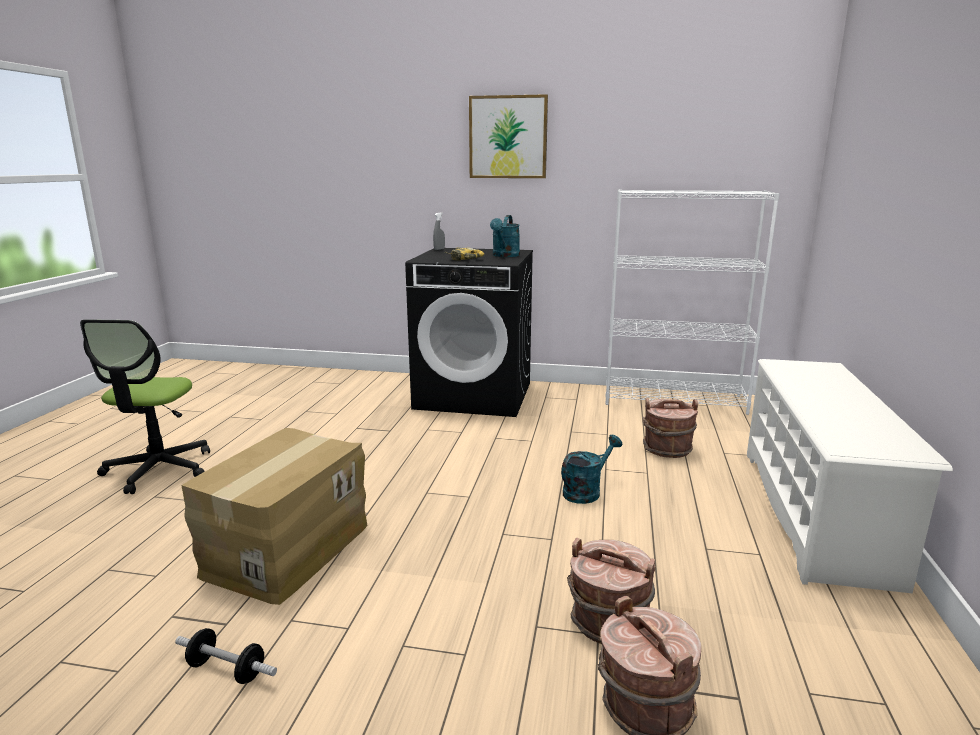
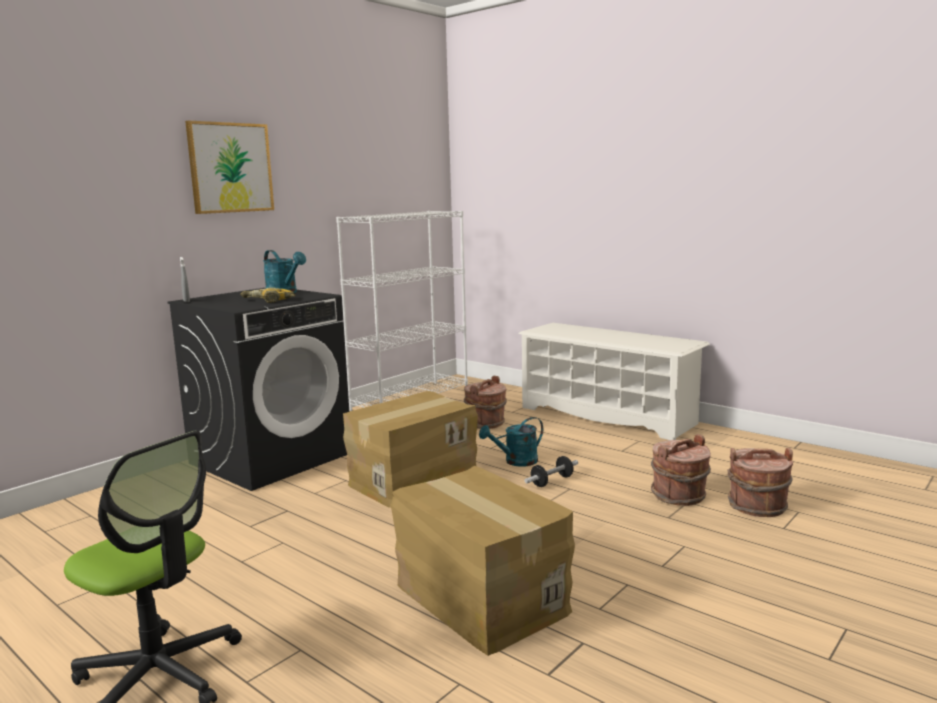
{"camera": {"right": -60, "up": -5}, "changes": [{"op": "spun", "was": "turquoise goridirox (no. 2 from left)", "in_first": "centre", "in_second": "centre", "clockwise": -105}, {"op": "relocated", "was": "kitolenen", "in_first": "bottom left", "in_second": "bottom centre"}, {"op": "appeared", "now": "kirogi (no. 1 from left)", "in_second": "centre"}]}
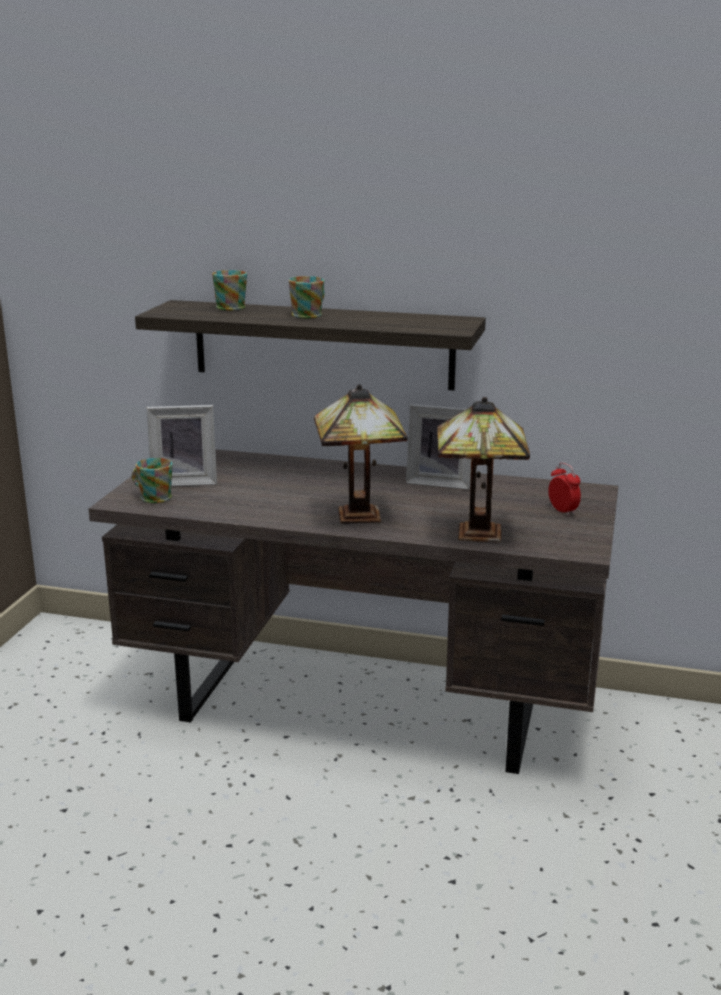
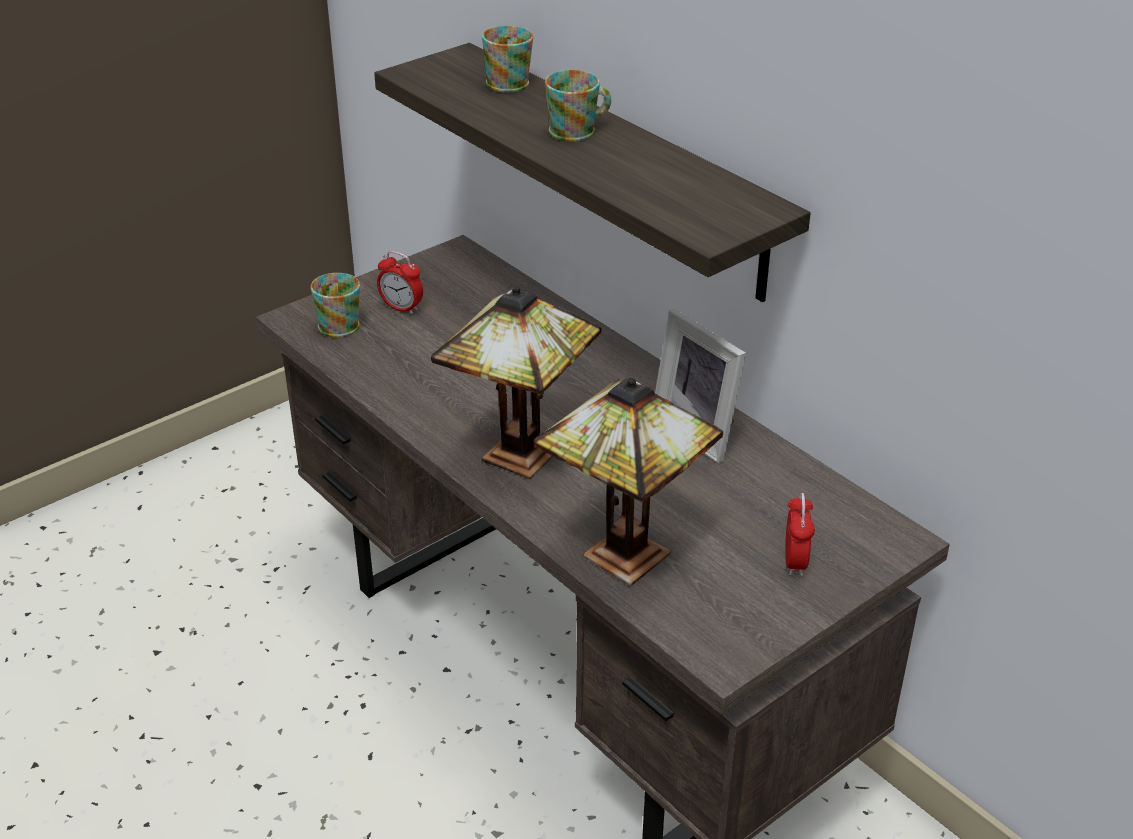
{"camera": {"right": 35, "up": 15}, "changes": [{"op": "exchanged", "was": "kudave (no. 1 from left)", "now": "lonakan (no. 1 from left)", "in_first": "middle left", "in_second": "centre"}]}
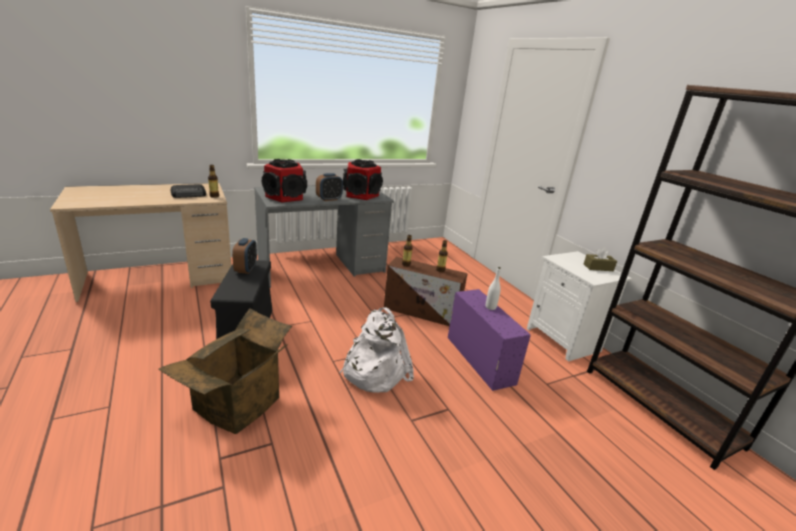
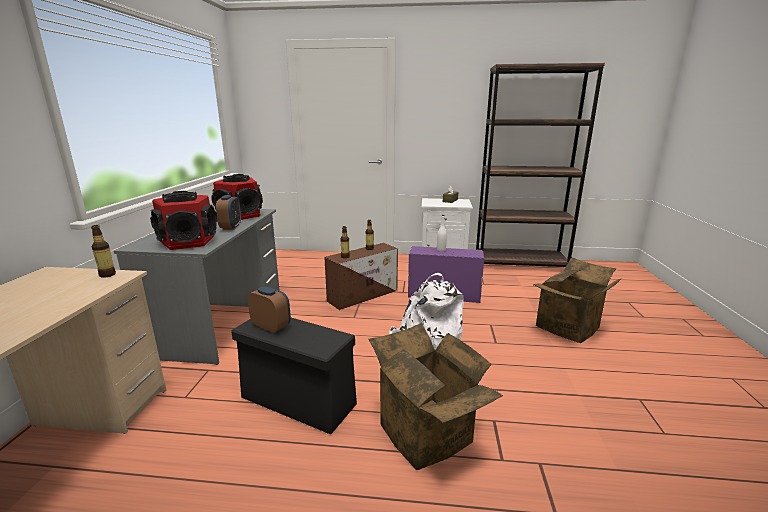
{"camera": {"right": -55, "up": -5}, "changes": [{"op": "missing", "was": "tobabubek", "in_first": "middle left"}, {"op": "appeared", "now": "kirogi (no. 2 from left)", "in_second": "middle right"}]}
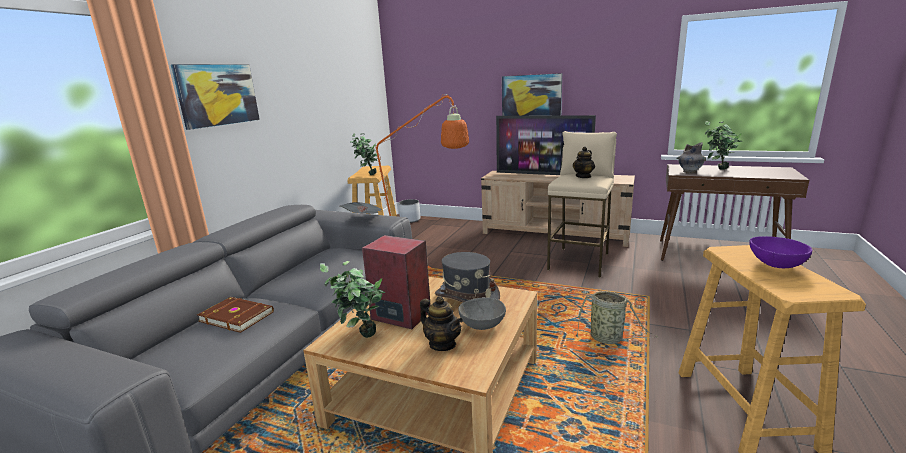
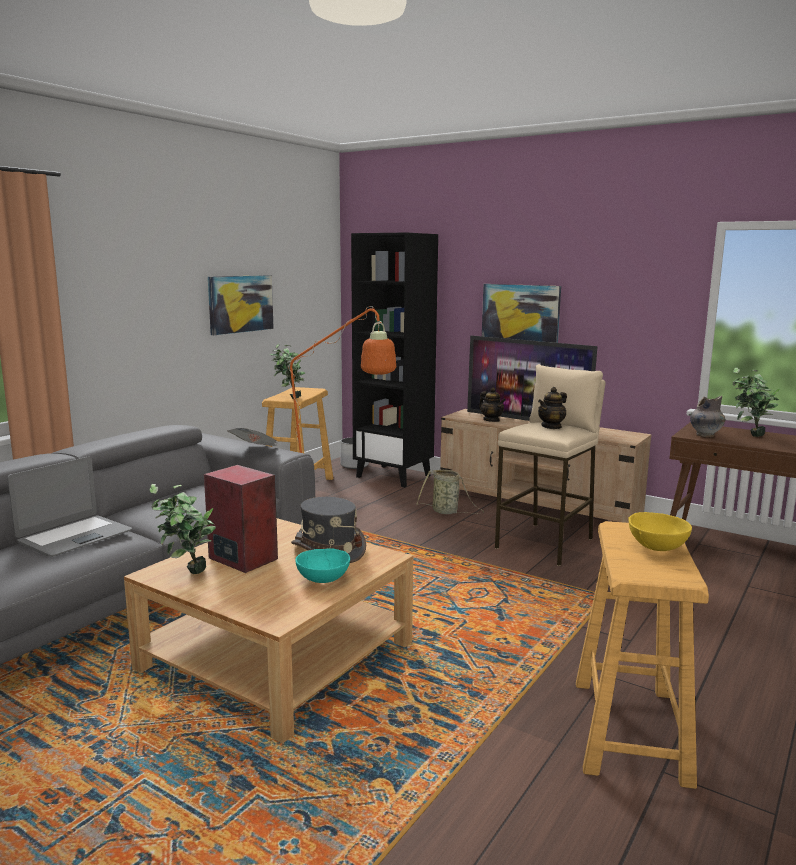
{"camera": {"right": 10, "up": -5}, "changes": [{"op": "relocated", "was": "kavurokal (no. 1 from left)", "in_first": "top left", "in_second": "middle left"}, {"op": "colour", "was": "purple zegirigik", "now": "yellow zegirigik", "in_first": "middle right", "in_second": "middle right"}, {"op": "relocated", "was": "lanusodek", "in_first": "bottom right", "in_second": "centre"}, {"op": "relocated", "was": "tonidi (no. 1 from left)", "in_first": "bottom centre", "in_second": "centre"}, {"op": "exchanged", "was": "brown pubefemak", "now": "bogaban", "in_first": "bottom left", "in_second": "middle left"}, {"op": "colour", "was": "grey zegirigik", "now": "turquoise zegirigik", "in_first": "bottom centre", "in_second": "centre"}, {"op": "appeared", "now": "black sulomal", "in_second": "centre"}]}
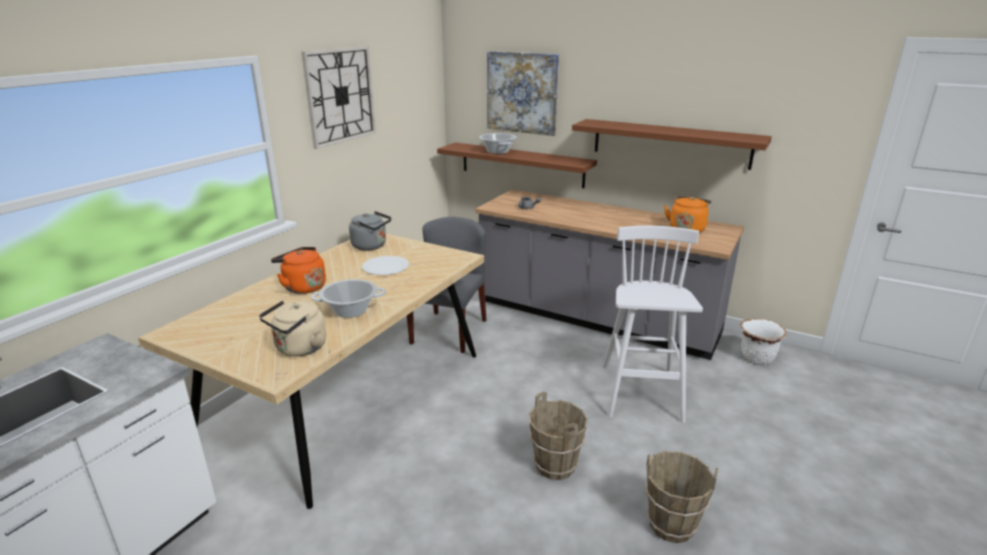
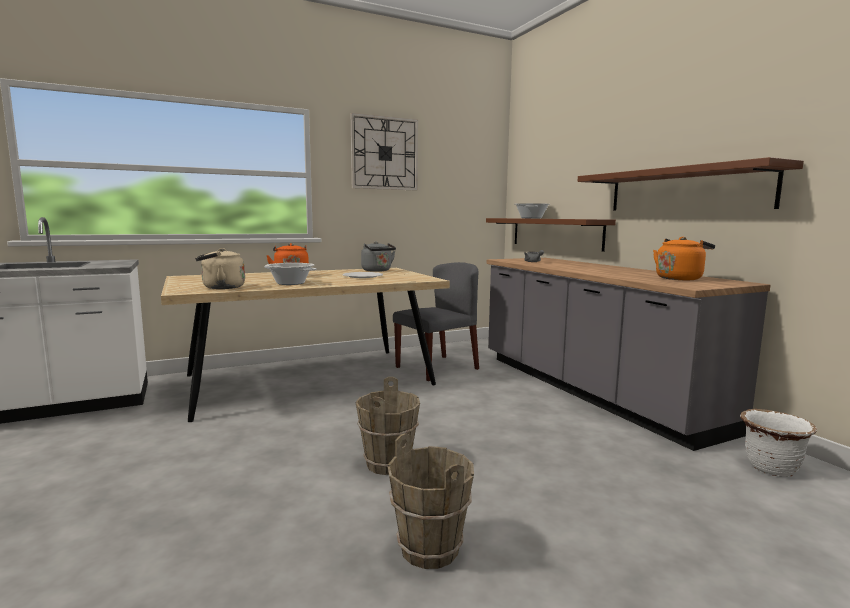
{"camera": {"right": 35, "up": -15}, "changes": [{"op": "missing", "was": "kavurokal", "in_first": "top centre"}, {"op": "missing", "was": "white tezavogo", "in_first": "centre"}]}
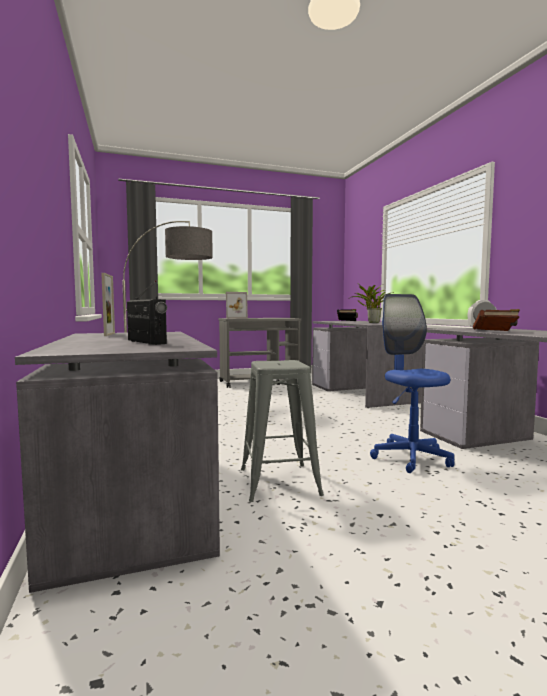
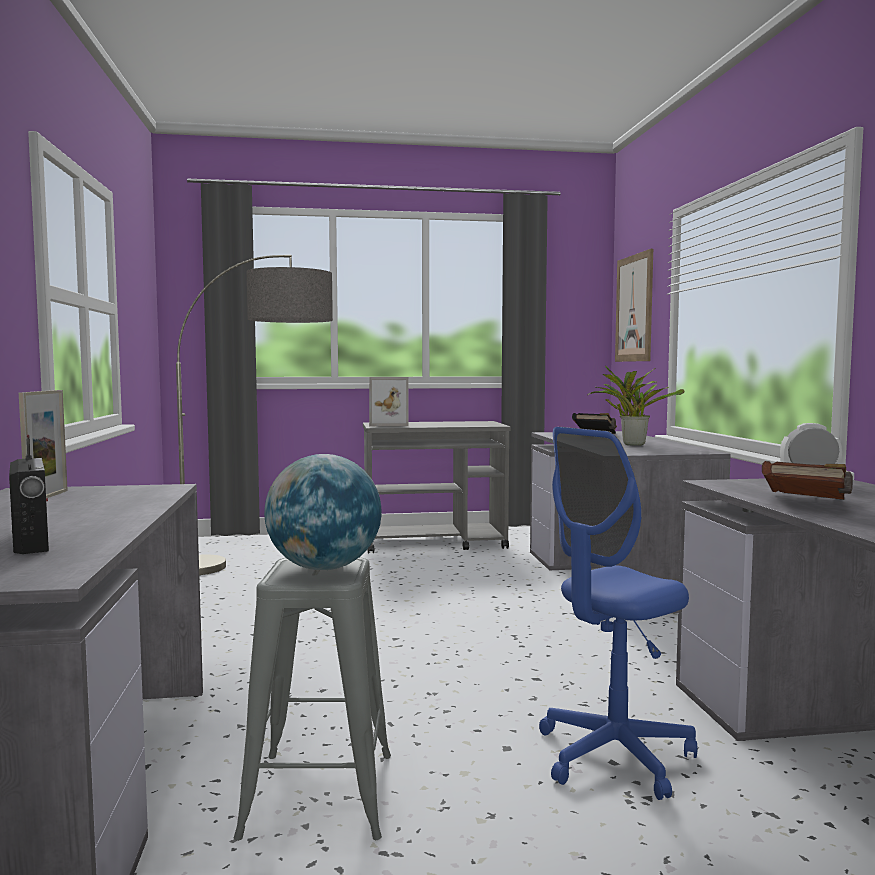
{"camera": {"right": 10, "up": 0}, "changes": [{"op": "spun", "was": "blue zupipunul", "in_first": "middle right", "in_second": "bottom right", "clockwise": -120}, {"op": "appeared", "now": "kavurokal", "in_second": "middle right"}, {"op": "appeared", "now": "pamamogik", "in_second": "centre"}]}
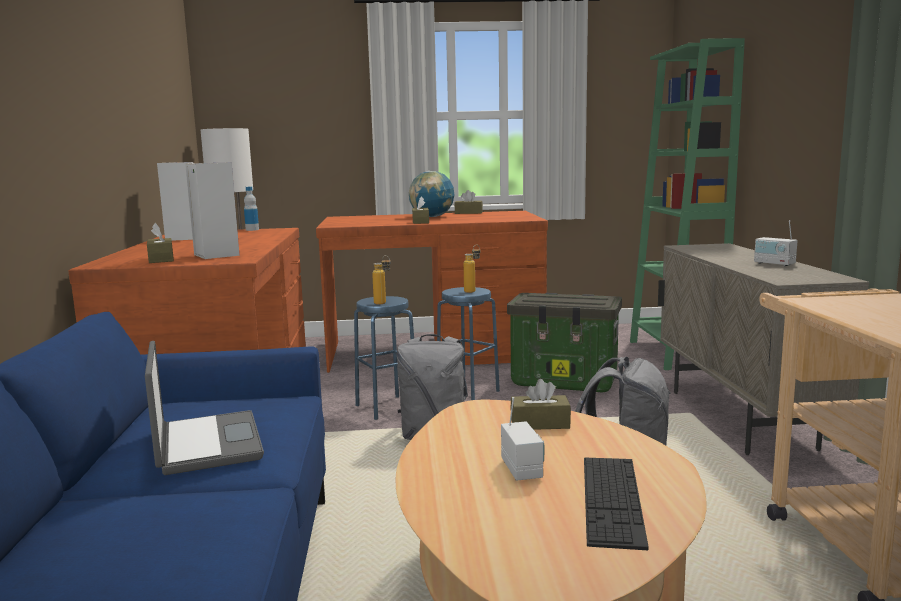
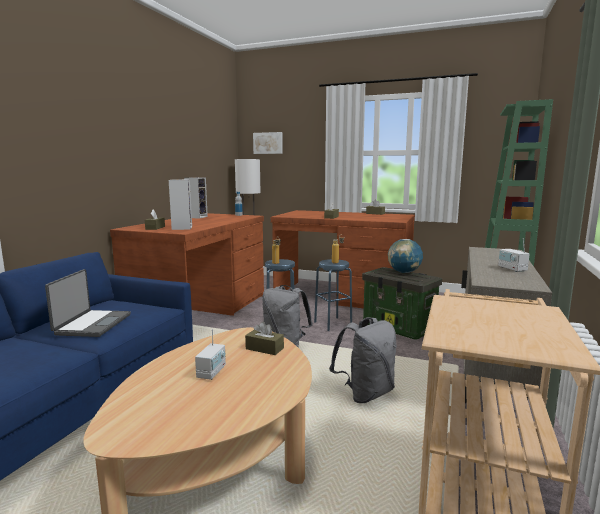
{"camera": {"right": 25, "up": 0}, "changes": [{"op": "relocated", "was": "pamamogik", "in_first": "top centre", "in_second": "middle right"}, {"op": "missing", "was": "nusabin", "in_first": "bottom right"}, {"op": "appeared", "now": "kavurokal", "in_second": "top centre"}]}
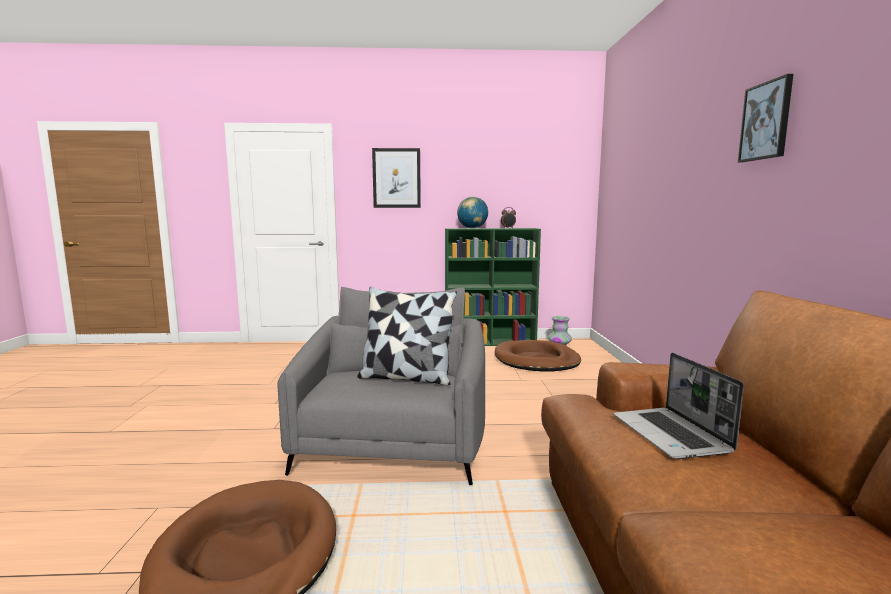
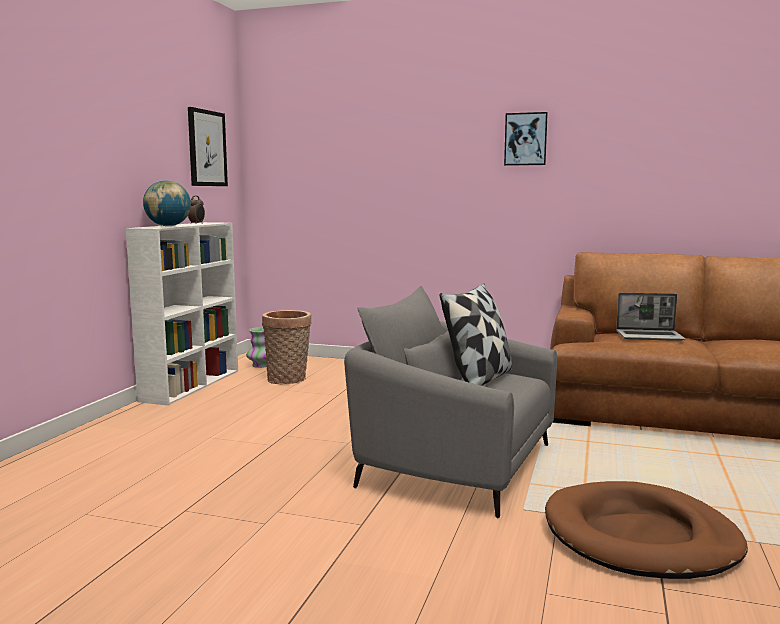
{"camera": {"right": -70, "up": 0}, "changes": [{"op": "relocated", "was": "kavurokal (no. 1 from left)", "in_first": "top centre", "in_second": "top left"}, {"op": "colour", "was": "green sulomal", "now": "white sulomal", "in_first": "centre", "in_second": "middle left"}, {"op": "exchanged", "was": "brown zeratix (no. 2 from left)", "now": "lanusodek", "in_first": "centre", "in_second": "centre"}]}
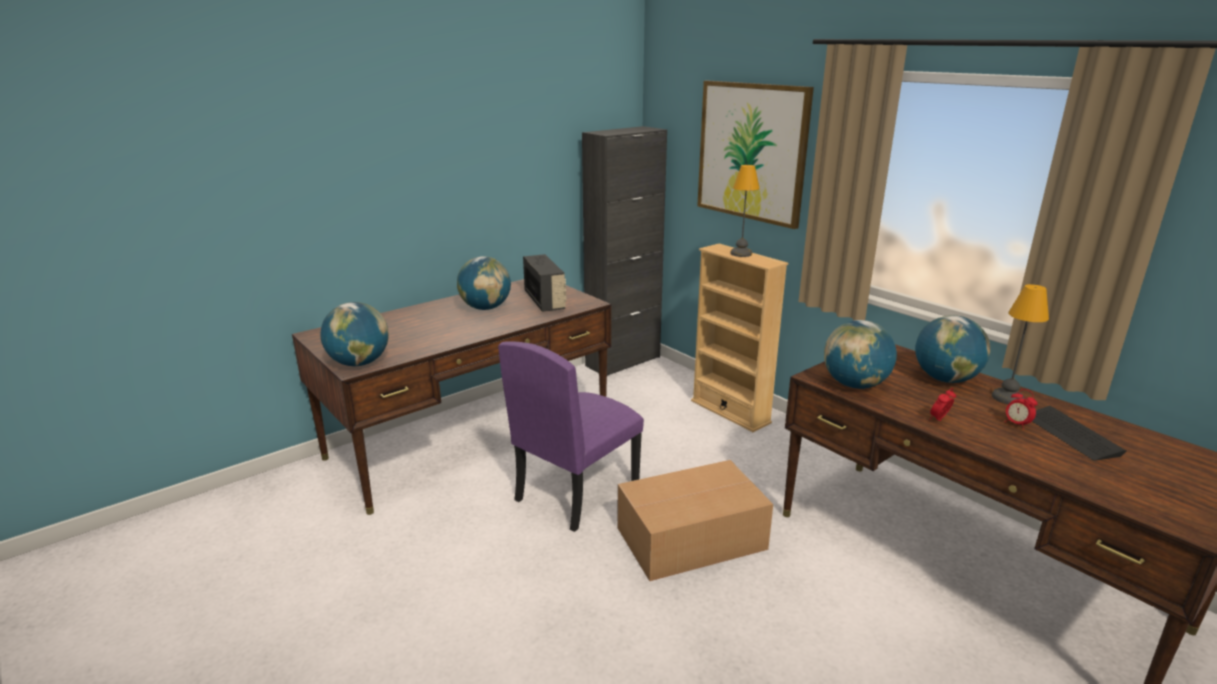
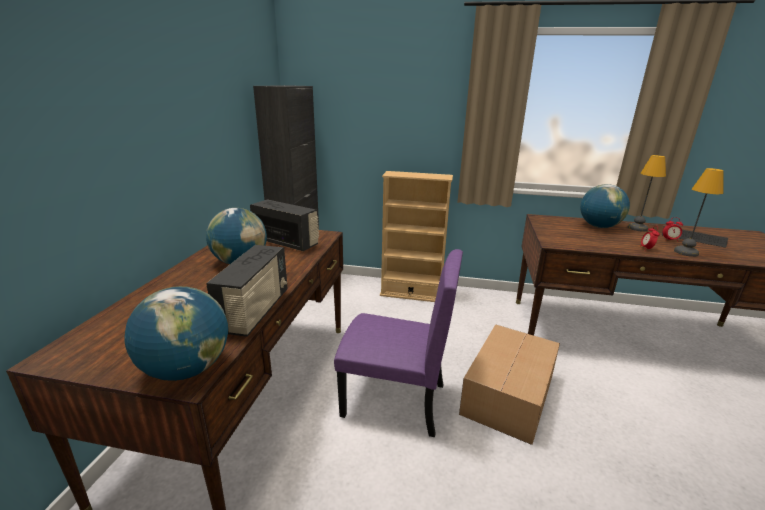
{"camera": {"right": -40, "up": 0}, "changes": [{"op": "missing", "was": "kavurokal", "in_first": "top centre"}, {"op": "relocated", "was": "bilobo (no. 1 from left in the first image)", "now": "bilobo (no. 2 from left)", "in_first": "top centre", "in_second": "middle right"}, {"op": "missing", "was": "pamamogik (no. 3 from left)", "in_first": "middle right"}, {"op": "spun", "was": "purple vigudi", "in_first": "centre", "in_second": "bottom centre", "clockwise": -75}, {"op": "appeared", "now": "tobabubek (no. 1 from left)", "in_second": "middle left"}]}
